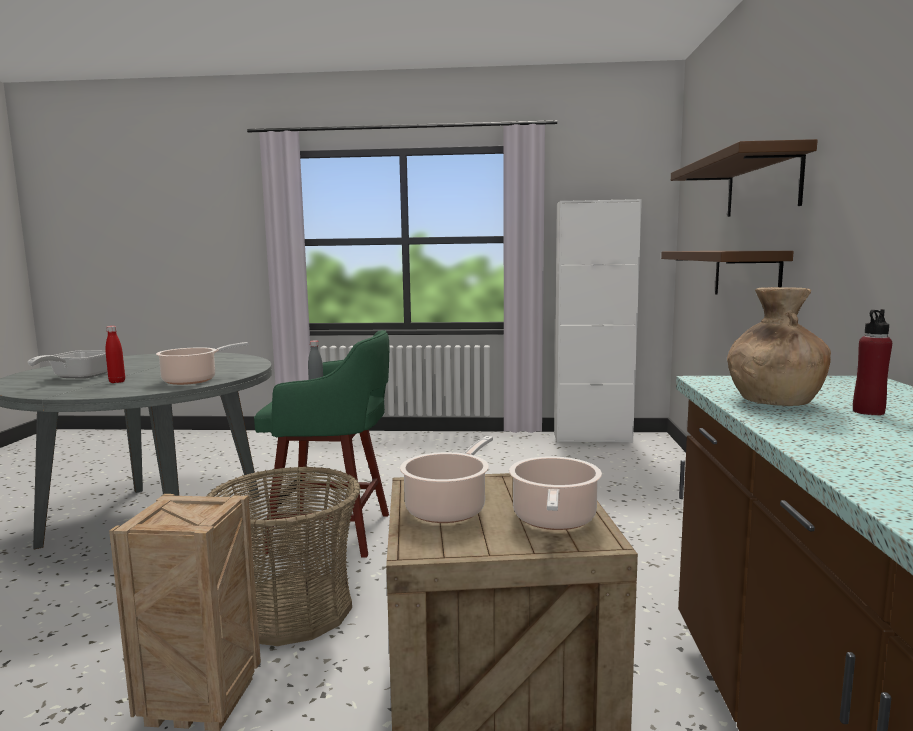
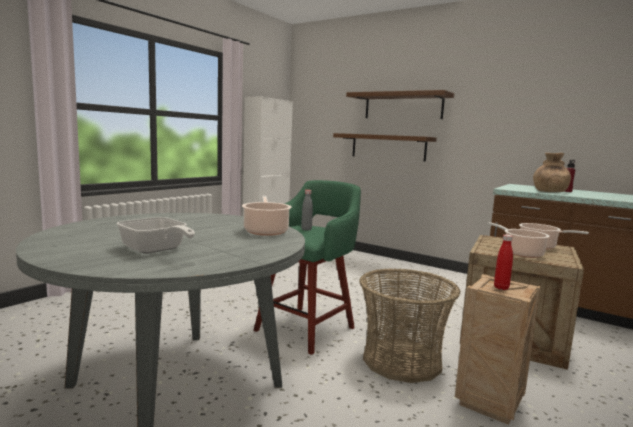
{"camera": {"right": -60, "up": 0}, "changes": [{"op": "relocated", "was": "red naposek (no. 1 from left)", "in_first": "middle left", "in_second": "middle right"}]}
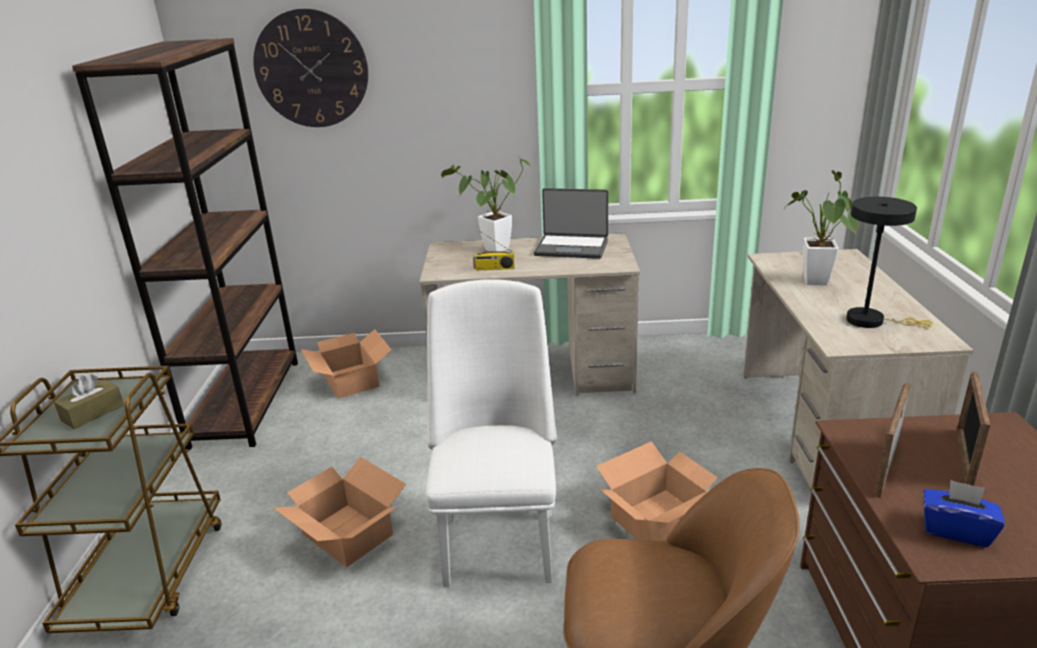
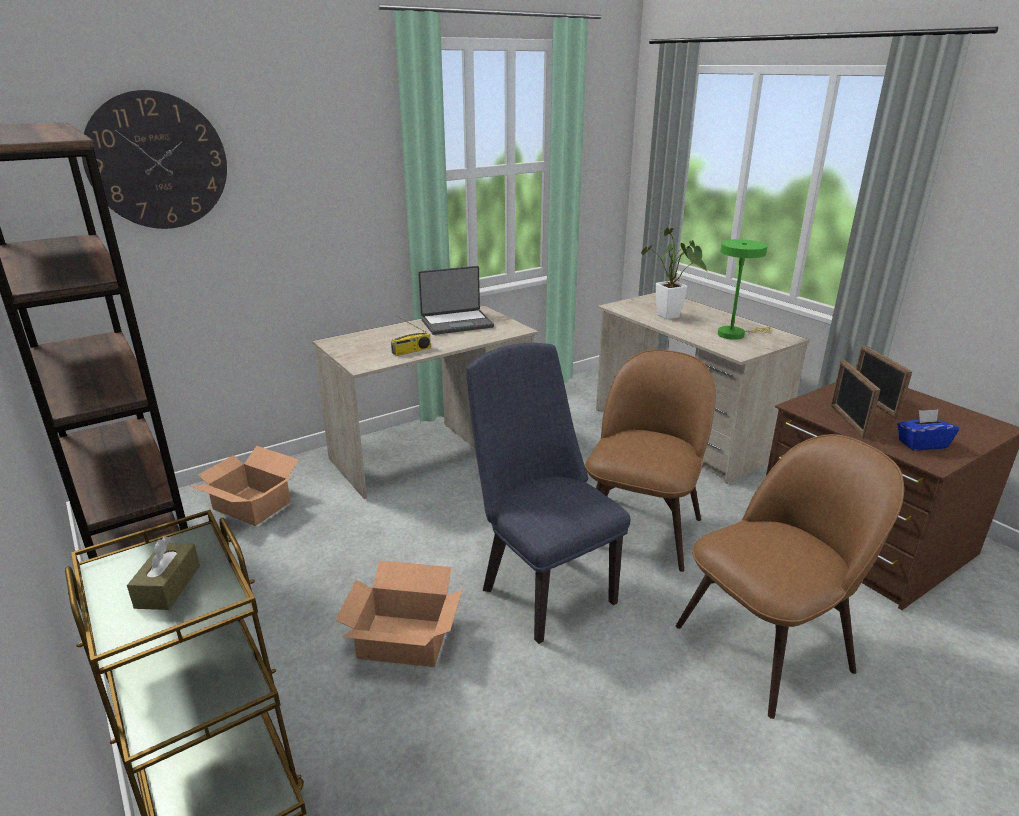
{"camera": {"right": -35, "up": 0}, "changes": [{"op": "missing", "was": "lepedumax (no. 1 from left)", "in_first": "top centre"}, {"op": "colour", "was": "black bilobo", "now": "green bilobo", "in_first": "middle right", "in_second": "middle right"}, {"op": "colour", "was": "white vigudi", "now": "blue vigudi", "in_first": "bottom centre", "in_second": "centre"}, {"op": "exchanged", "was": "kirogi (no. 3 from left)", "now": "brown vigudi (no. 1 from left)", "in_first": "bottom centre", "in_second": "centre"}]}
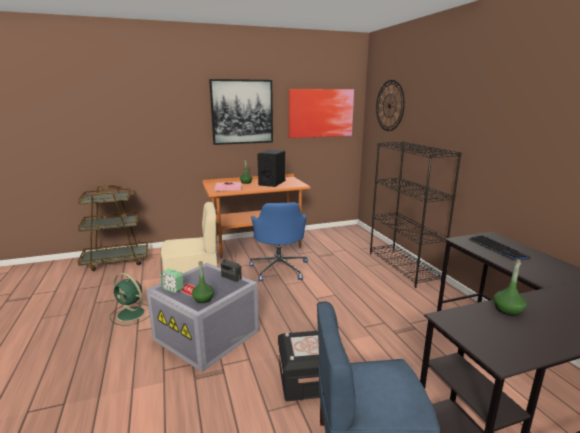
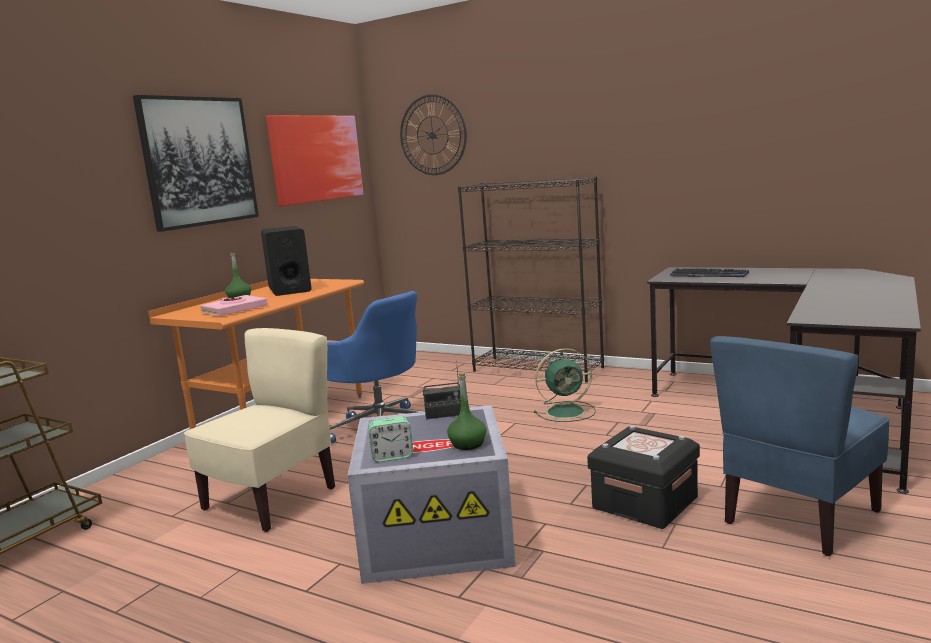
{"camera": {"right": -40, "up": -5}, "changes": [{"op": "missing", "was": "green naposek (no. 3 from left)", "in_first": "middle right"}, {"op": "relocated", "was": "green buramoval", "in_first": "bottom left", "in_second": "centre"}]}
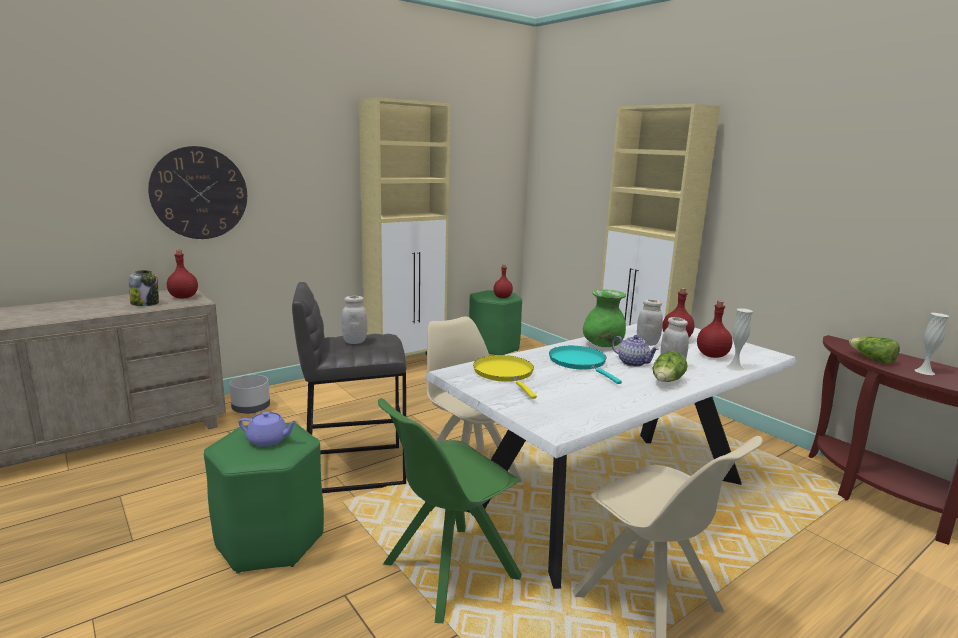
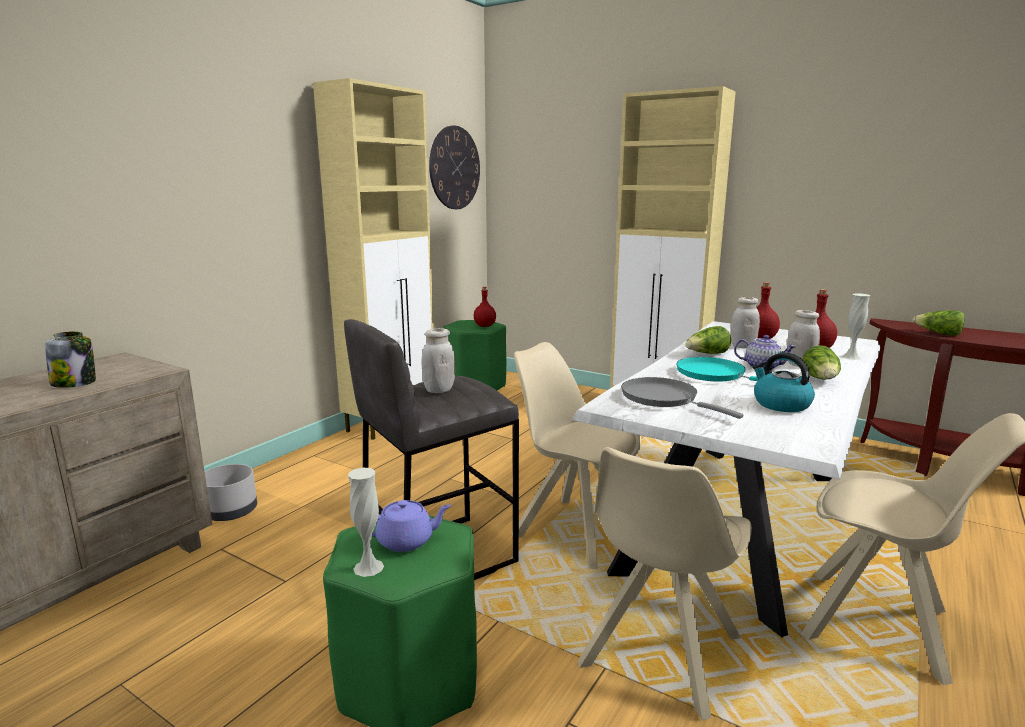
{"camera": {"right": -20, "up": 0}, "changes": [{"op": "relocated", "was": "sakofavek", "in_first": "top left", "in_second": "top centre"}, {"op": "missing", "was": "red naposek (no. 1 from left)", "in_first": "middle left"}, {"op": "exchanged", "was": "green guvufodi", "now": "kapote (no. 1 from left)", "in_first": "centre", "in_second": "middle right"}, {"op": "relocated", "was": "white guvufodi (no. 2 from left in the first image)", "now": "white guvufodi (no. 1 from left)", "in_first": "middle right", "in_second": "bottom centre"}, {"op": "colour", "was": "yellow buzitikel", "now": "grey buzitikel", "in_first": "centre", "in_second": "centre"}, {"op": "colour", "was": "green vigudi", "now": "beige vigudi (no. 2 from left)", "in_first": "bottom centre", "in_second": "bottom centre"}, {"op": "appeared", "now": "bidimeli", "in_second": "middle right"}]}
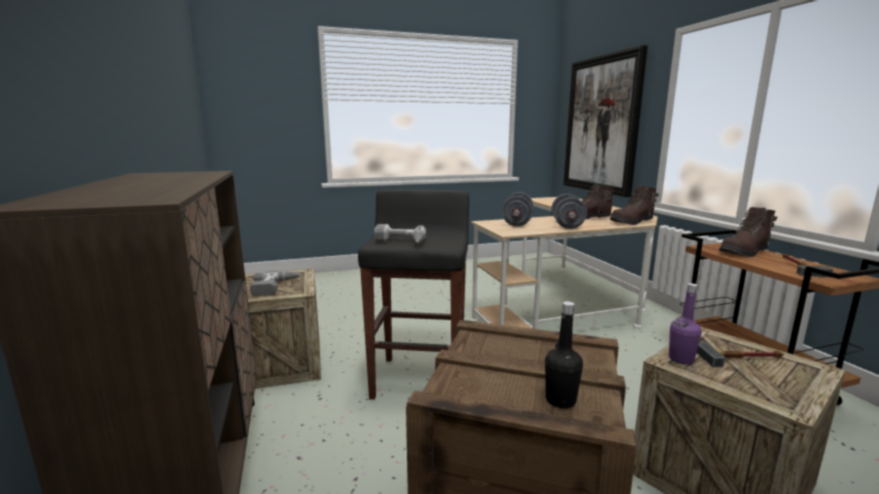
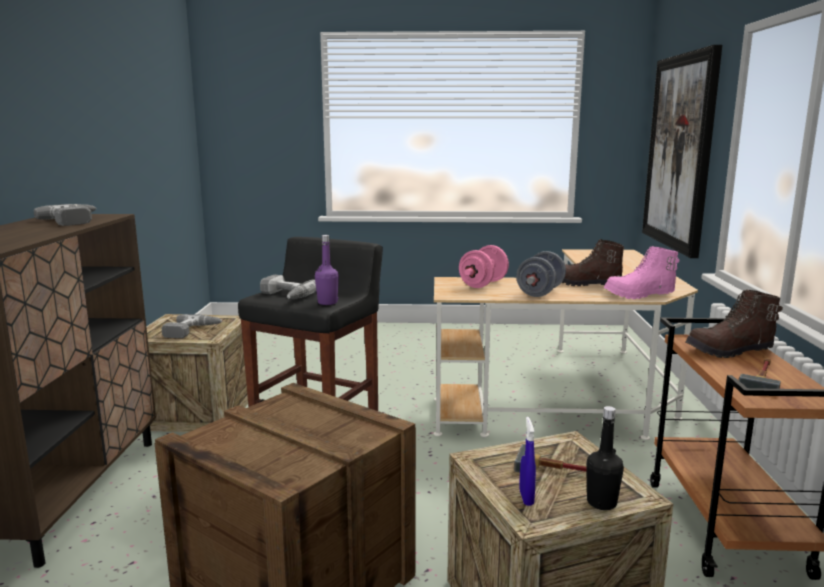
{"camera": {"right": 20, "up": 0}, "changes": [{"op": "colour", "was": "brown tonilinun (no. 2 from left)", "now": "pink tonilinun", "in_first": "middle right", "in_second": "middle right"}, {"op": "colour", "was": "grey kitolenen (no. 1 from left)", "now": "pink kitolenen", "in_first": "centre", "in_second": "centre"}, {"op": "relocated", "was": "purple naposek", "in_first": "middle right", "in_second": "centre"}, {"op": "relocated", "was": "black naposek", "in_first": "bottom centre", "in_second": "bottom right"}, {"op": "appeared", "now": "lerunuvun (no. 1 from left)", "in_second": "middle left"}, {"op": "appeared", "now": "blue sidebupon", "in_second": "bottom centre"}]}
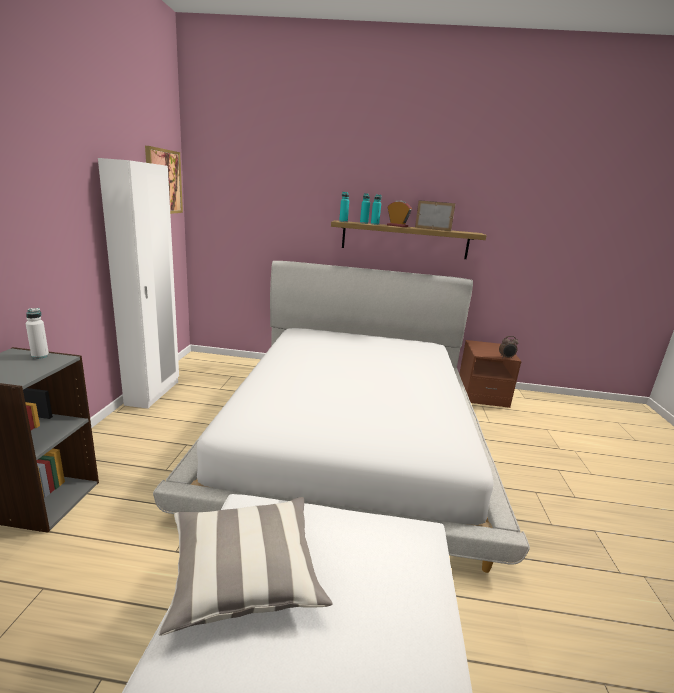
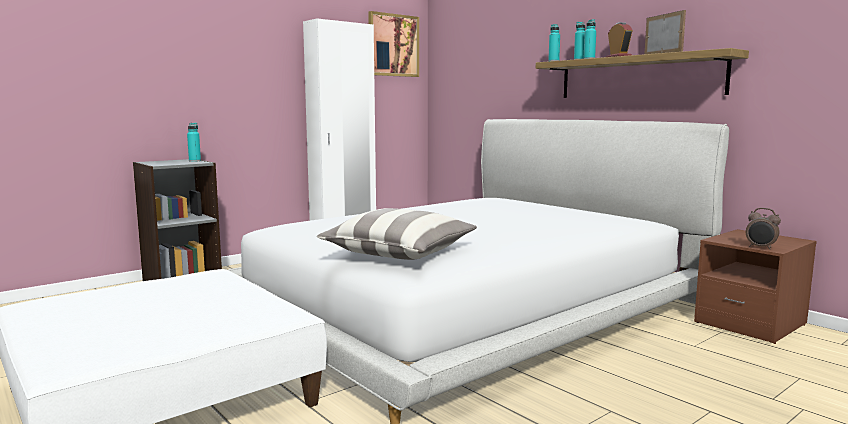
{"camera": {"right": 45, "up": -10}, "changes": [{"op": "colour", "was": "white naposek", "now": "turquoise naposek (no. 1 from left)", "in_first": "middle left", "in_second": "middle left"}, {"op": "relocated", "was": "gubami", "in_first": "bottom centre", "in_second": "centre"}]}
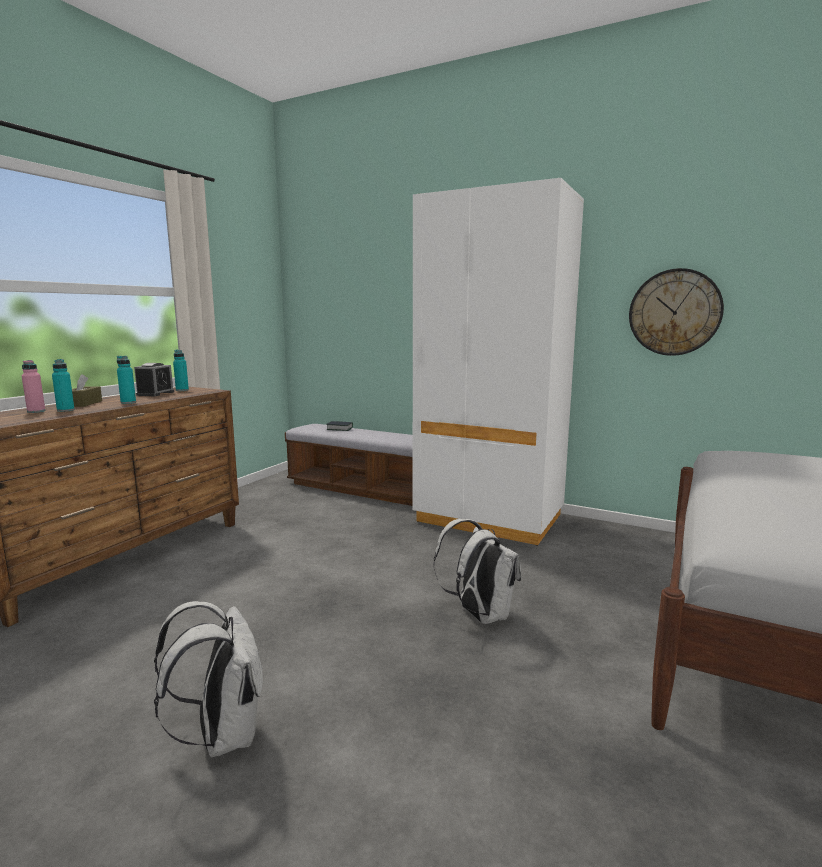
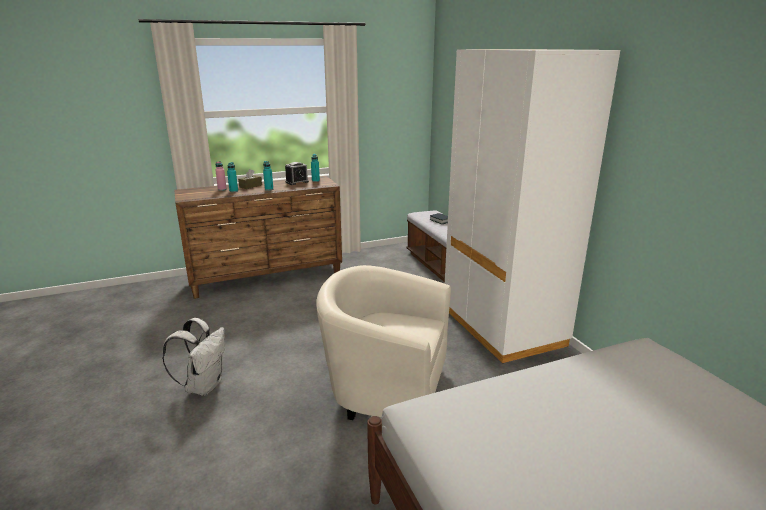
{"camera": {"right": 40, "up": 10}, "changes": [{"op": "missing", "was": "sakofavek", "in_first": "middle right"}, {"op": "exchanged", "was": "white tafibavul (no. 2 from left)", "now": "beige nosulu", "in_first": "centre", "in_second": "bottom centre"}]}
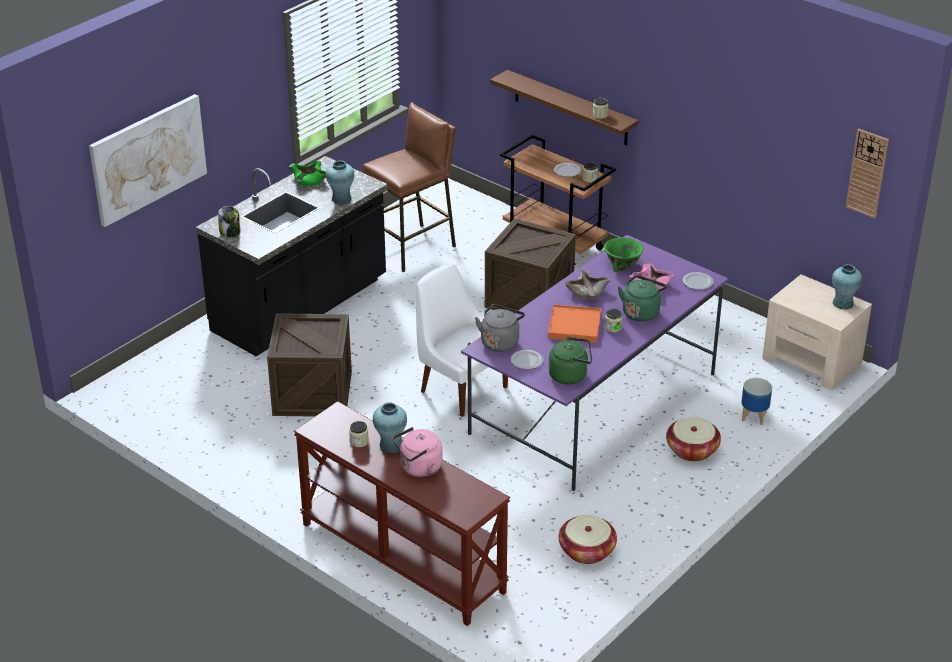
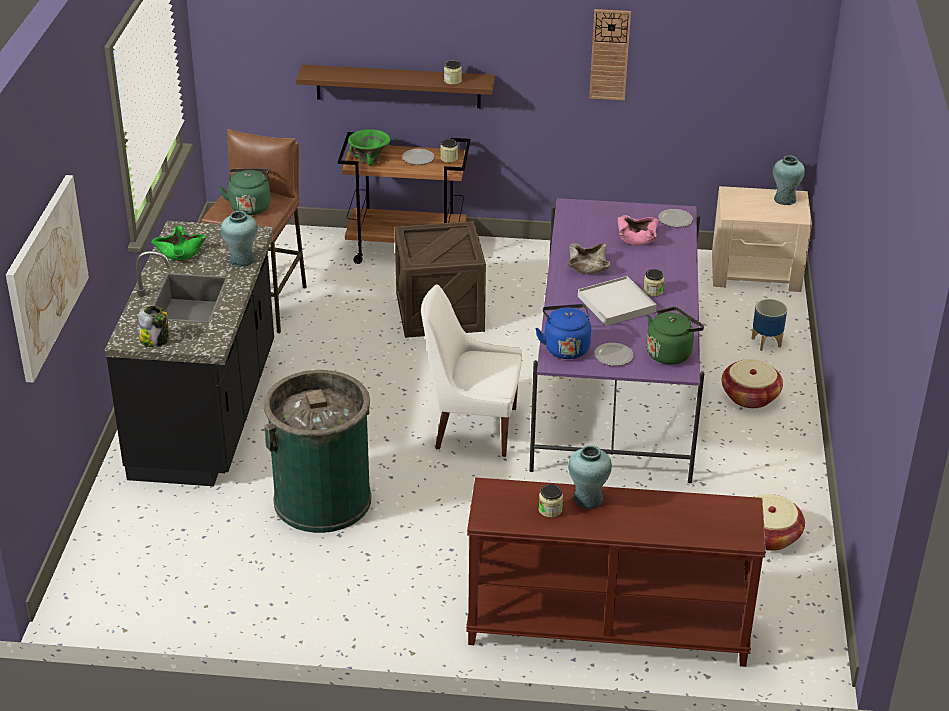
{"camera": {"right": -35, "up": 0}, "changes": [{"op": "relocated", "was": "sakofavek", "in_first": "top right", "in_second": "top centre"}, {"op": "relocated", "was": "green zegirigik (no. 2 from left)", "in_first": "centre", "in_second": "top centre"}, {"op": "relocated", "was": "green bidimeli (no. 2 from left in the first image)", "now": "green bidimeli (no. 1 from left)", "in_first": "middle right", "in_second": "top left"}, {"op": "colour", "was": "grey bidimeli", "now": "blue bidimeli", "in_first": "centre", "in_second": "centre"}, {"op": "colour", "was": "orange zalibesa", "now": "white zalibesa", "in_first": "centre", "in_second": "centre"}, {"op": "exchanged", "was": "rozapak (no. 1 from left)", "now": "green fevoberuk", "in_first": "middle left", "in_second": "centre"}, {"op": "missing", "was": "pink bidimeli", "in_first": "bottom centre"}]}
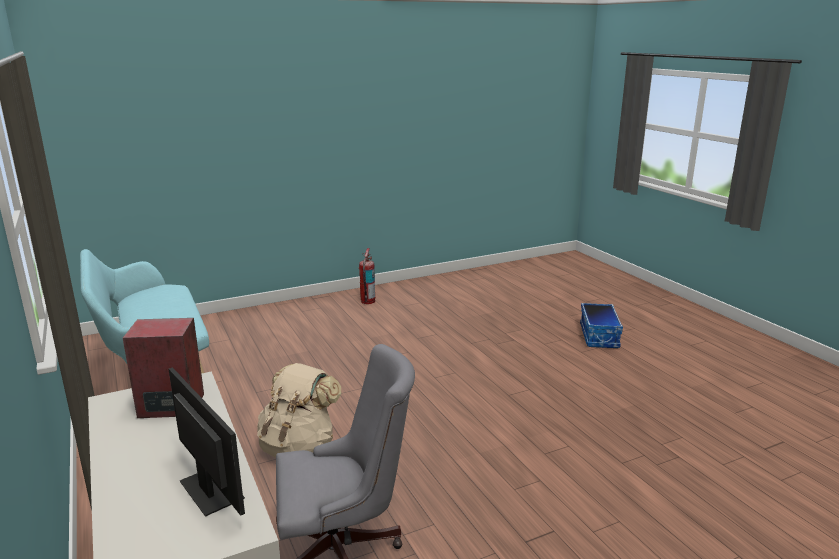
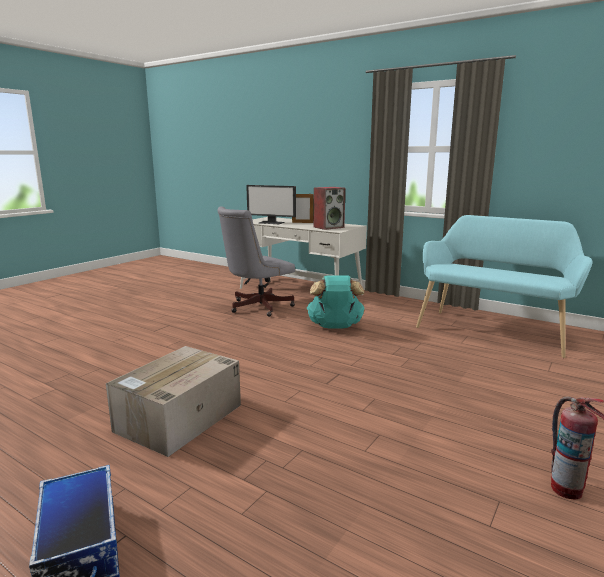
{"camera": {"right": 150, "up": -5}, "changes": [{"op": "colour", "was": "beige tafibavul", "now": "turquoise tafibavul", "in_first": "bottom centre", "in_second": "centre"}, {"op": "appeared", "now": "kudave", "in_second": "centre"}, {"op": "appeared", "now": "kirogi", "in_second": "bottom left"}]}
